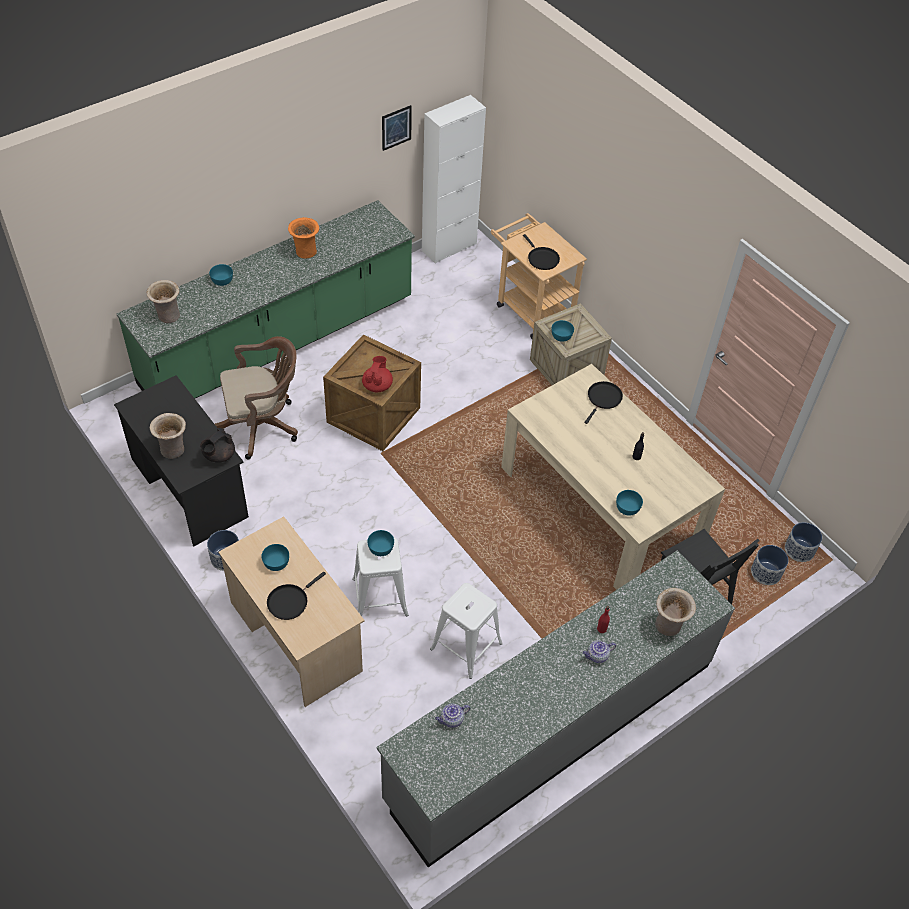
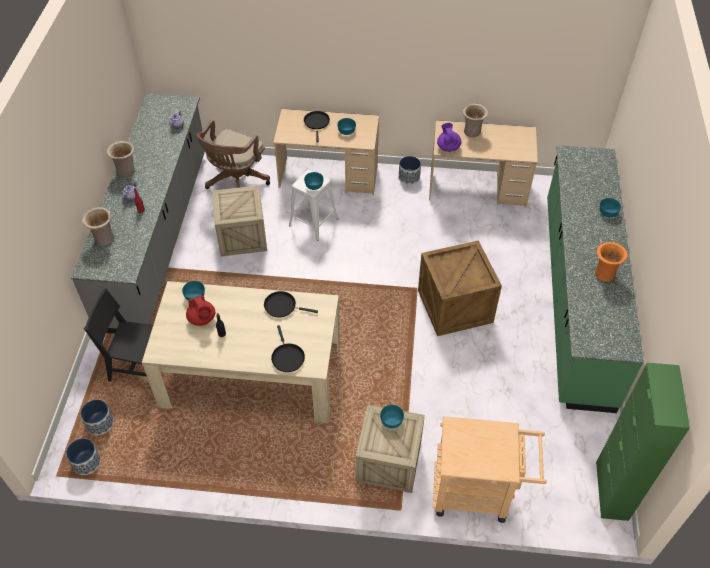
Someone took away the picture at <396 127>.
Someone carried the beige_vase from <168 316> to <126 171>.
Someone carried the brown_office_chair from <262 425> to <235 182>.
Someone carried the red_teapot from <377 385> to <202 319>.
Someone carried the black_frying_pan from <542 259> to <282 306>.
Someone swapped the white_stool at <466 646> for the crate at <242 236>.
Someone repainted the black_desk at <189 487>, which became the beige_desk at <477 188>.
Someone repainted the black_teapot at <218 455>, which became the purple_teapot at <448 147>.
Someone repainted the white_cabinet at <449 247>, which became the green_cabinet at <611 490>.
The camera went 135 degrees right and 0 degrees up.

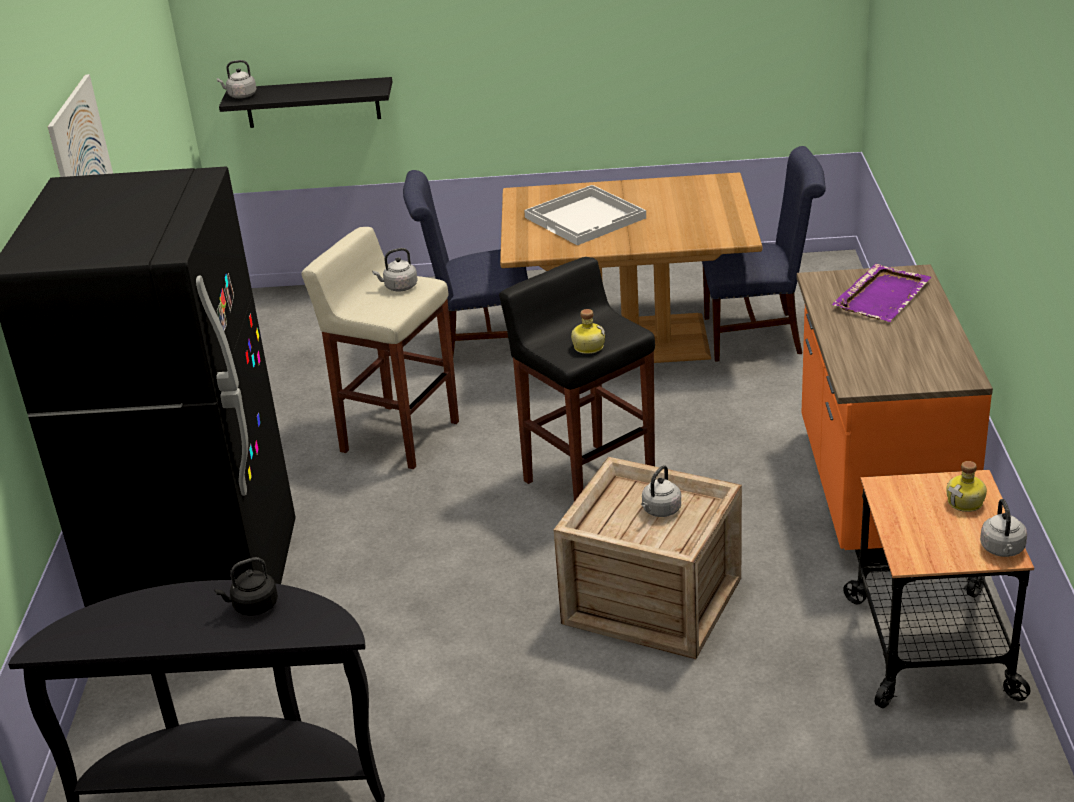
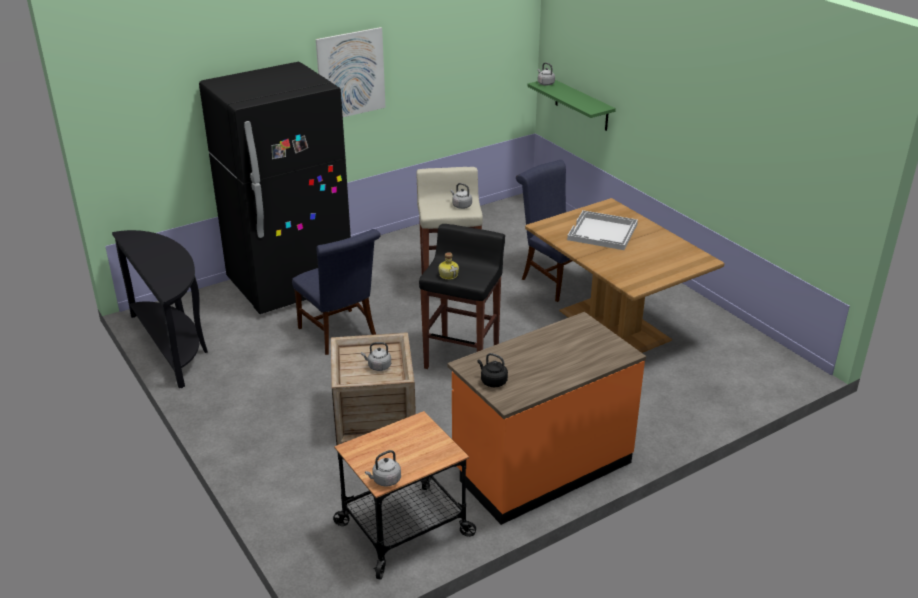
Someone took away the purple_tray at <882 295>.
Someone took away the bottle at <966 503>.
Someone carried the black_kettle from <253 606> to <492 381>.
Someone carried the blue_chair from <760 335> to <340 334>.
Someone repainted the black_shelf at <312 102>, which became the green_shelf at <581 105>.
The camera went 55 degrees right and 0 degrees up.

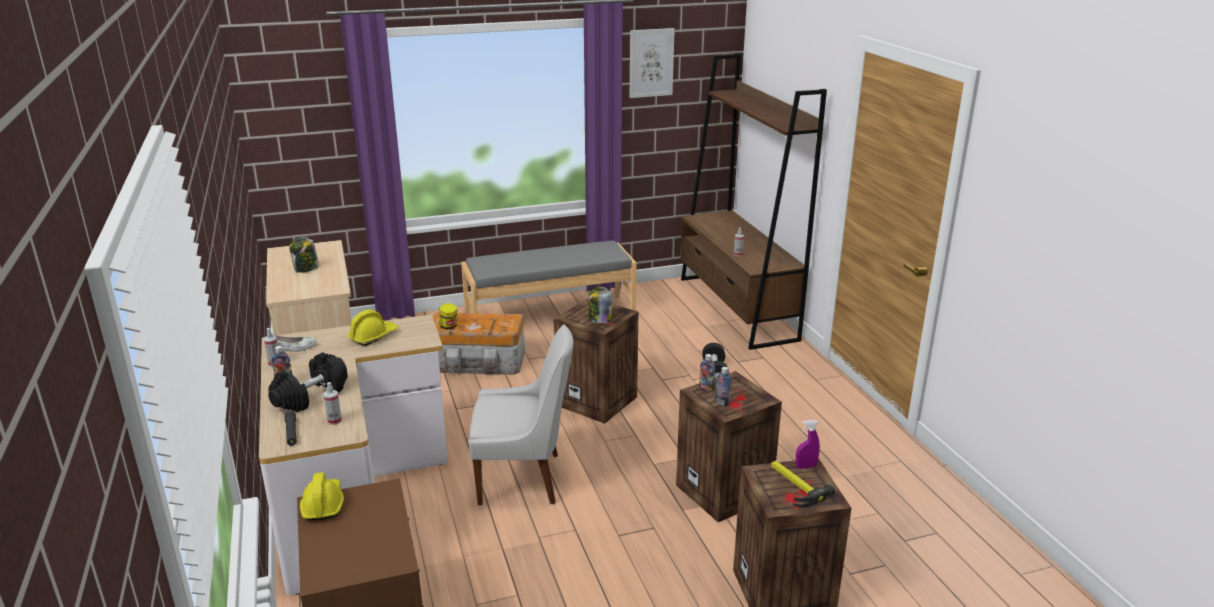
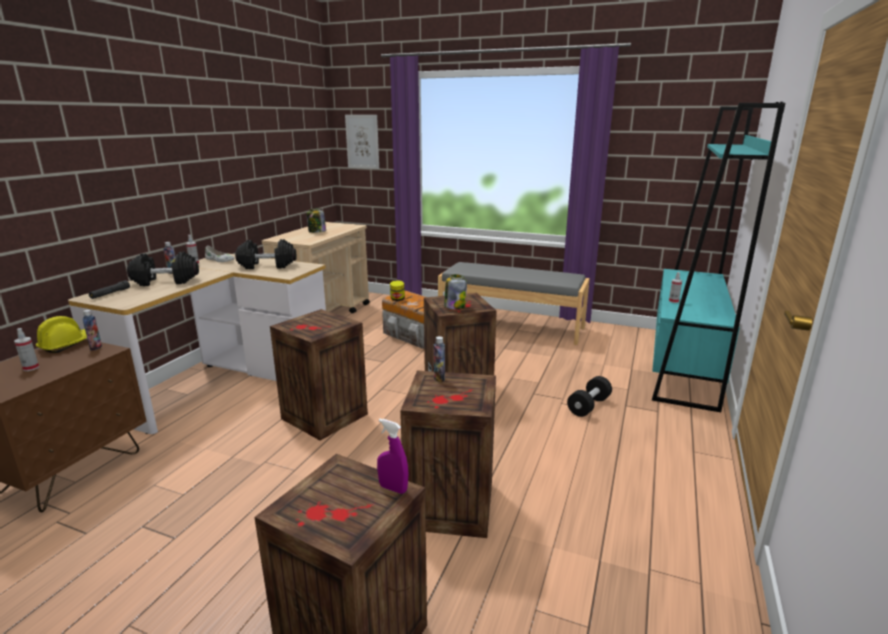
Someone took away the hammer at <793 486>.
Someone carried the spray_bottle from <334 421> to <31 368>.
Someone carried the picture from <651 63> to <362 142>.
Someone carried the bottle from <722 403> to <96 347>.
Someone swapped the yellow_hard_hat at <373 336> for the black_dumbbell at <267 265>.
Someone swapped the white_chair at <524 479> for the crate at <324 417>.
Someone repainted the brown_bookcase at <737 308>, which became the turquoise_bookcase at <683 366>.
The camera went 40 degrees right and 5 degrees down.

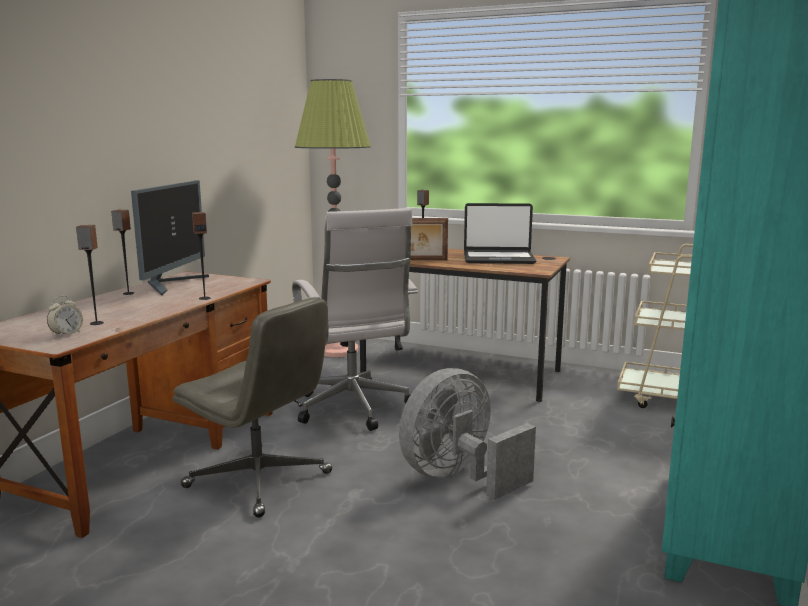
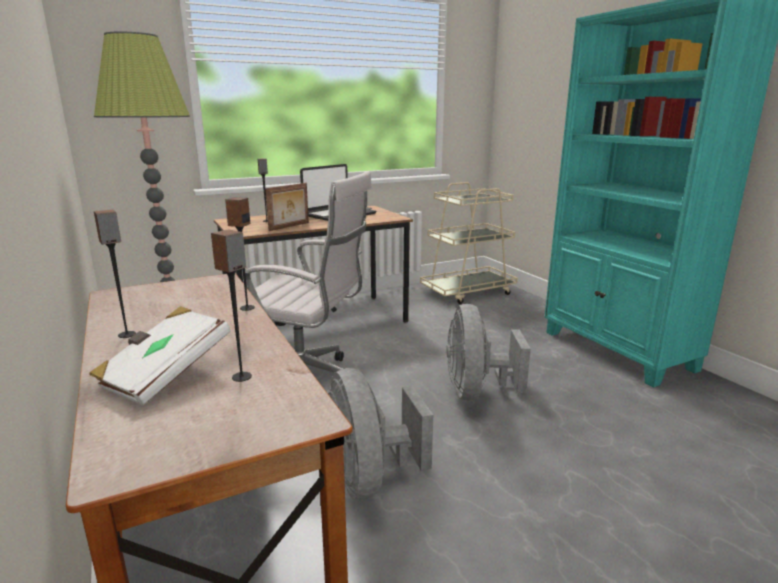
Someone took away the alarm_clock at <66 334>.
Someone took away the monitor at <172 284>.
Someone put down the white_book at <165 374>.
Someone swapped the grey_office_chair at <260 480> for the grey_fan at <370 478>.
The camera went 50 degrees left and 5 degrees up.

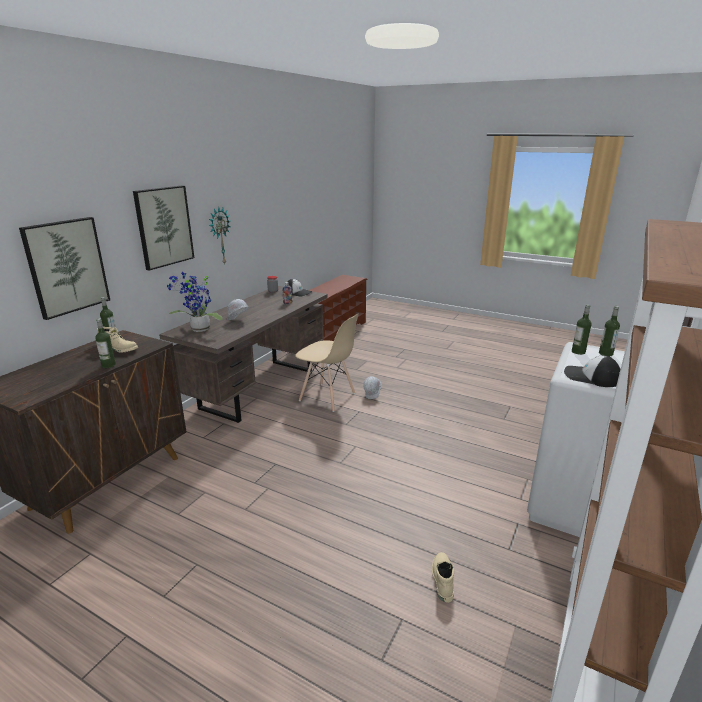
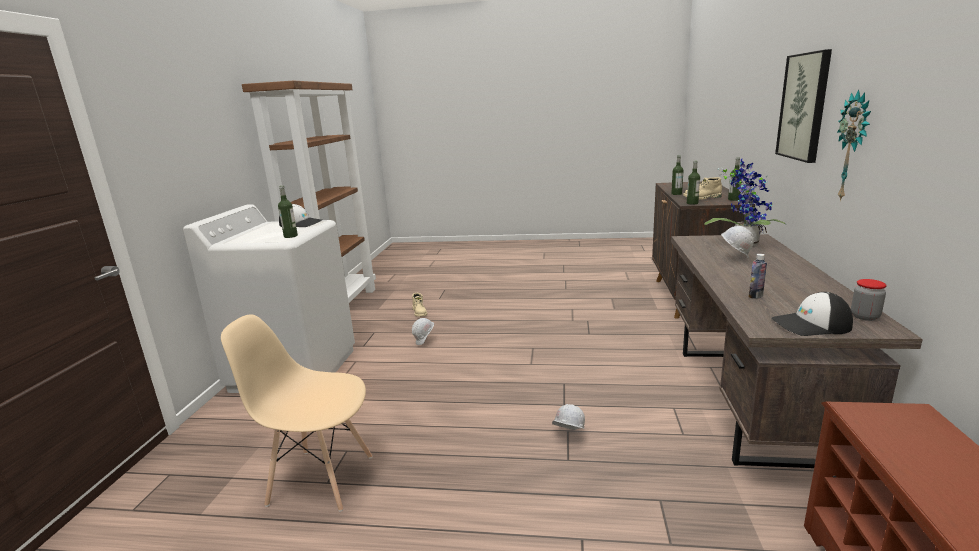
Someone took away the picture at <66 266>.
Someone put down the white_hard_hat at <425 342>.
Someone carried the beige_chair from <327 397> to <320 479>.
Someone carried the bottle from <605 353> to <692 203>.
The camera went 160 degrees right and 5 degrees down.

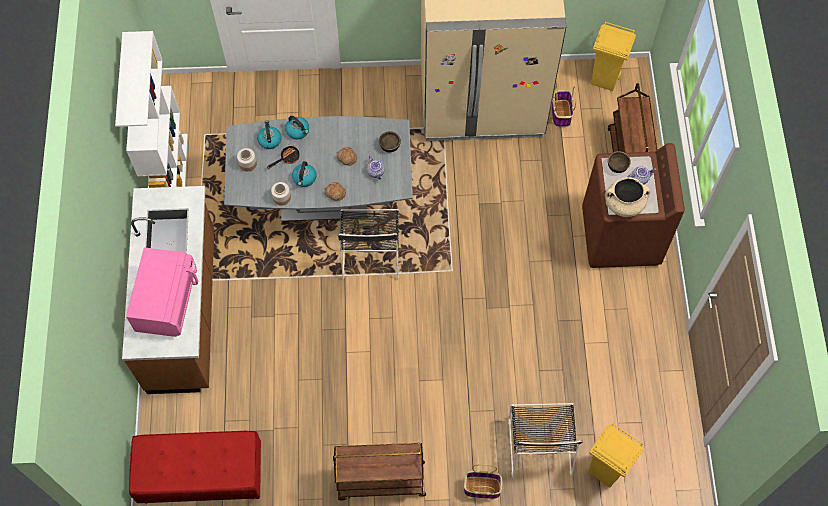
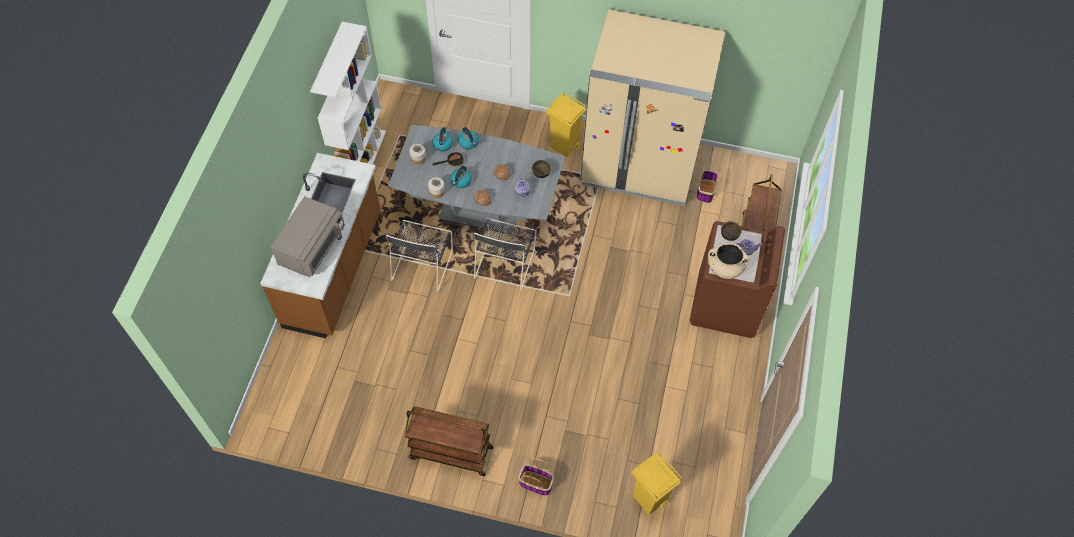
Someone took away the red_bench at <202 476>.
Someone carried the black_chair from <539 444> to <423 263>.
Someone carried the yellow_trash_can from <605 79> to <564 147>.
Someone repainted the pink_microwave at <167 301>, which became the grey_microwave at <313 248>.
The camera went 15 degrees right and 5 degrees down.

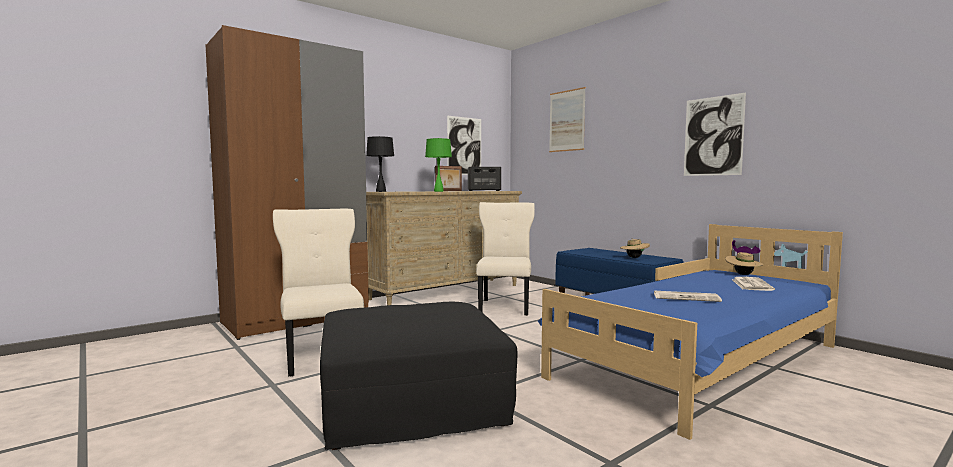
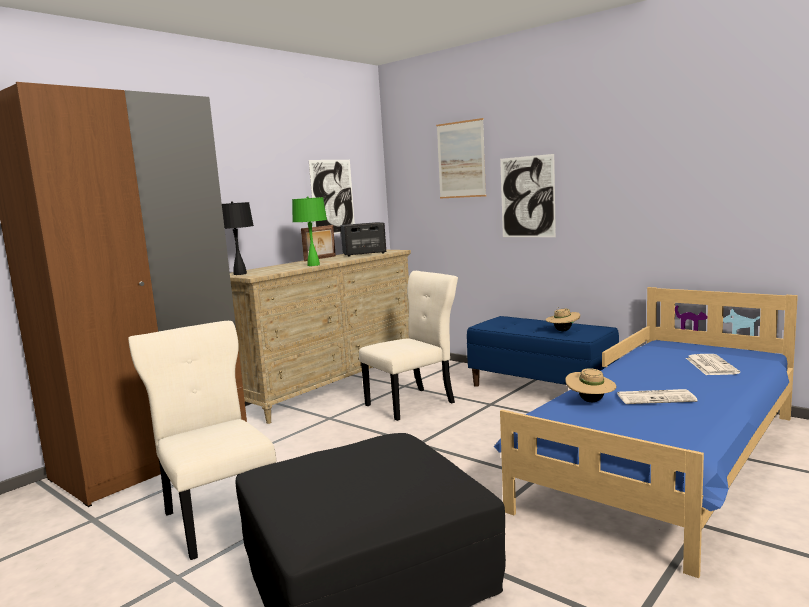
Someone carried the picture from <713 136> to <527 197>.
Someone carried the beige_hat from <743 274> to <590 401>.
Someone rotated the beige_chair at <505 306> by 60 degrees clockwise.
The camera went 10 degrees left and 5 degrees up.

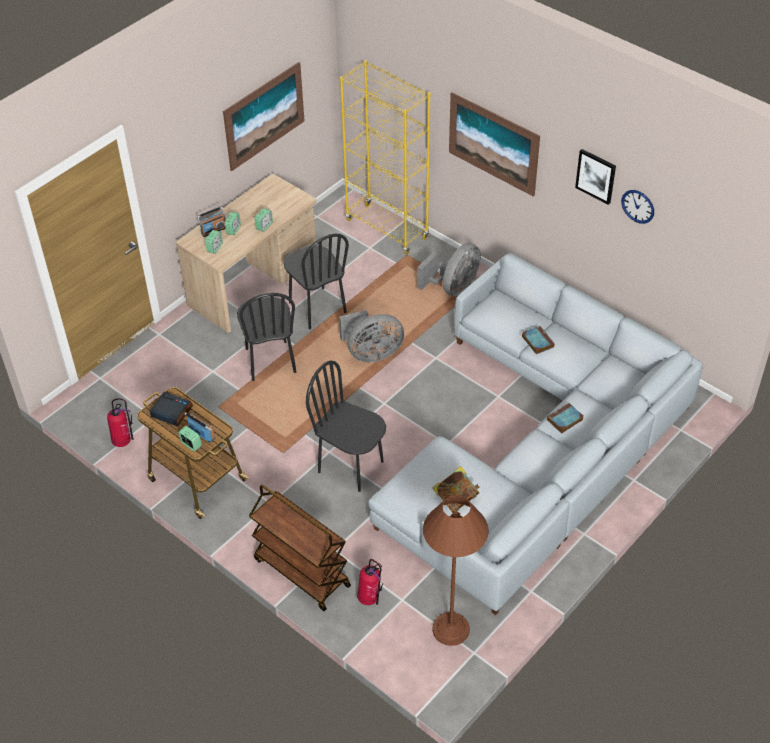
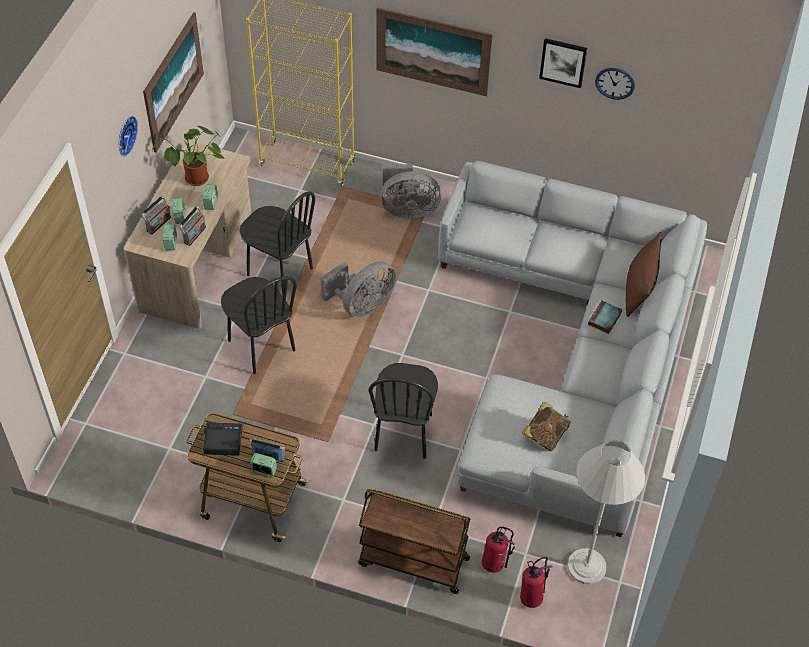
Someone took away the book at <537 341>.
Someone put up the wall_clock at <125 135>.
Someone put down the potted_plant at <195 180>.
Someone put down the radio at <194 234>.
Someone put down the brown_pillow at <639 286>.
Someone carried the fire_extinguisher from <123 441> to <531 597>.
Someone repainted the brown_floor_lamp at <451 629>, which became the white_floor_lamp at <586 566>.
Someone rotated the black_chair at <351 466> by 90 degrees counterclockwise.
Someone rotated the grey_fan at <453 288> by 75 degrees clockwise.
The camera went 25 degrees left and 5 degrees up.

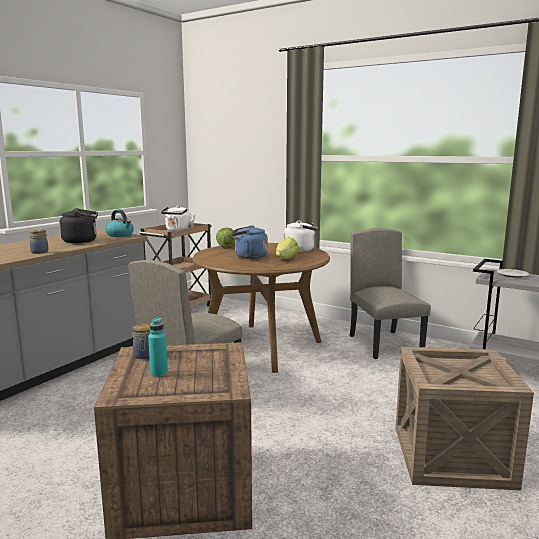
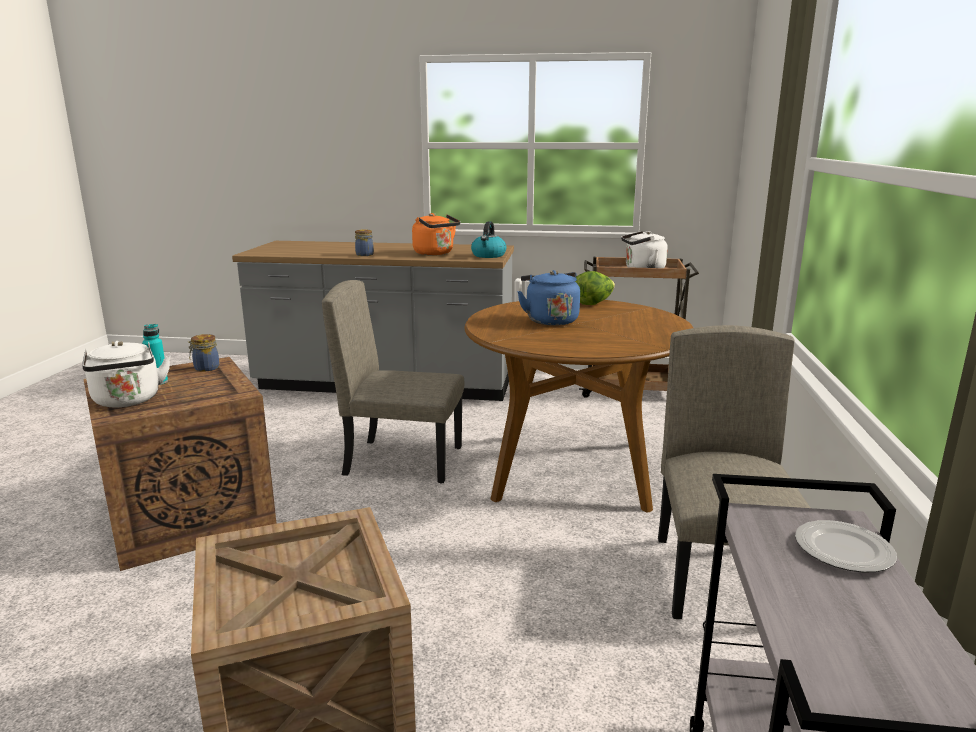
Someone took away the lettuce at <286 259>.
Someone carried the white_kettle from <301 250> to <128 401>.
Someone repainted the black_kettle at <82 241>, which became the orange_kettle at <435 253>.
Someone rotated the beige_chair at <385 344> by 45 degrees counterclockwise.
The camera went 65 degrees right and 5 degrees up.

